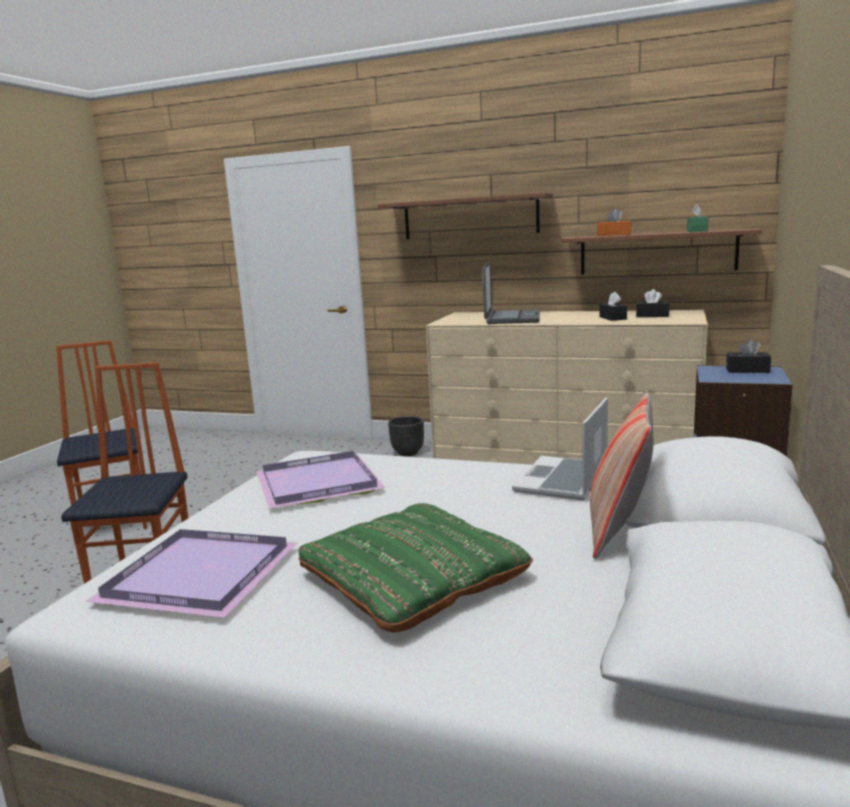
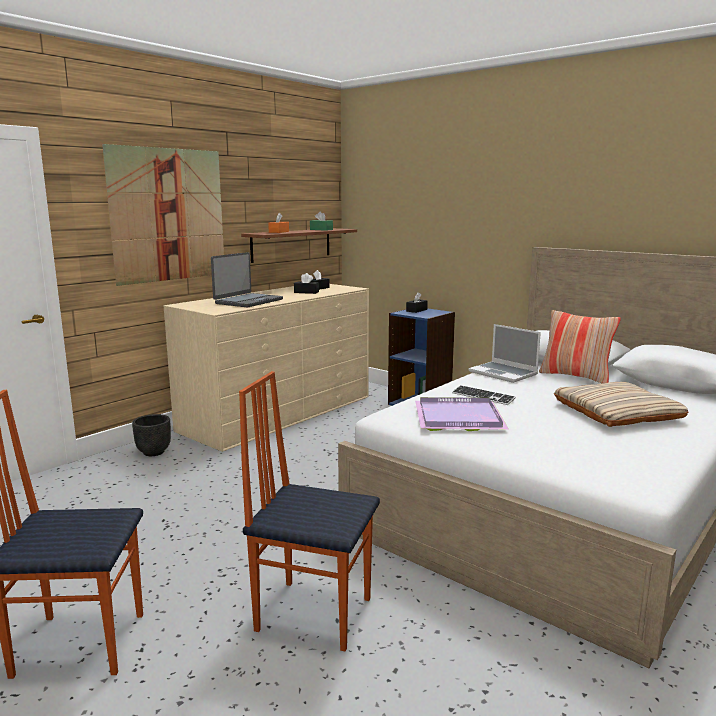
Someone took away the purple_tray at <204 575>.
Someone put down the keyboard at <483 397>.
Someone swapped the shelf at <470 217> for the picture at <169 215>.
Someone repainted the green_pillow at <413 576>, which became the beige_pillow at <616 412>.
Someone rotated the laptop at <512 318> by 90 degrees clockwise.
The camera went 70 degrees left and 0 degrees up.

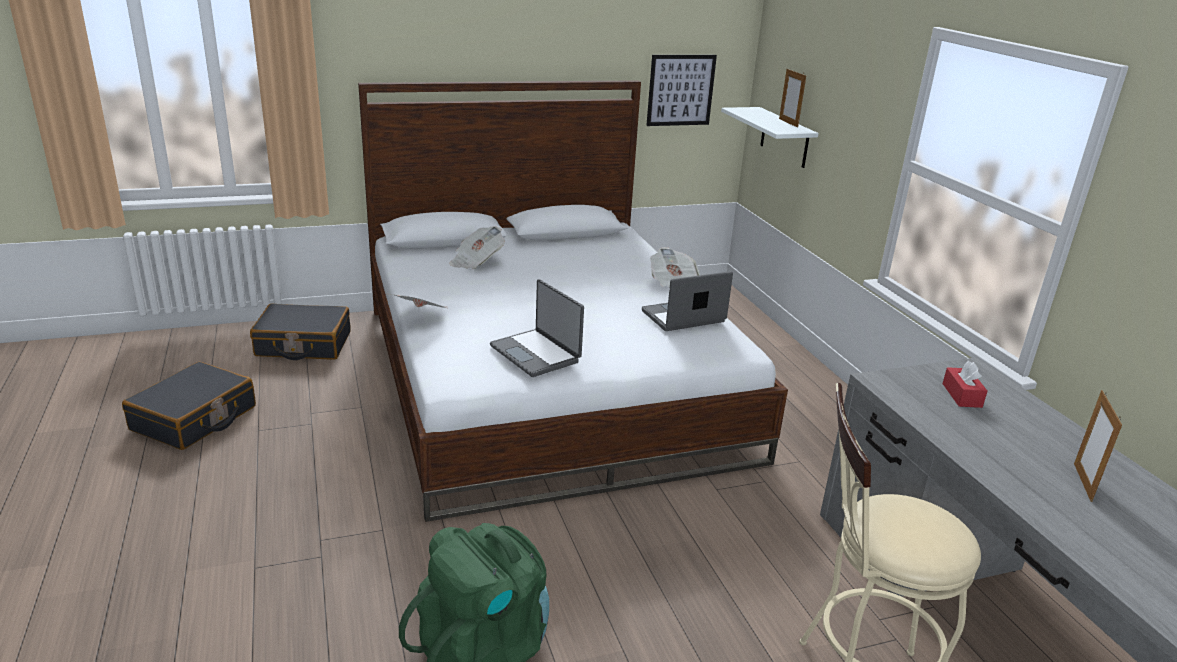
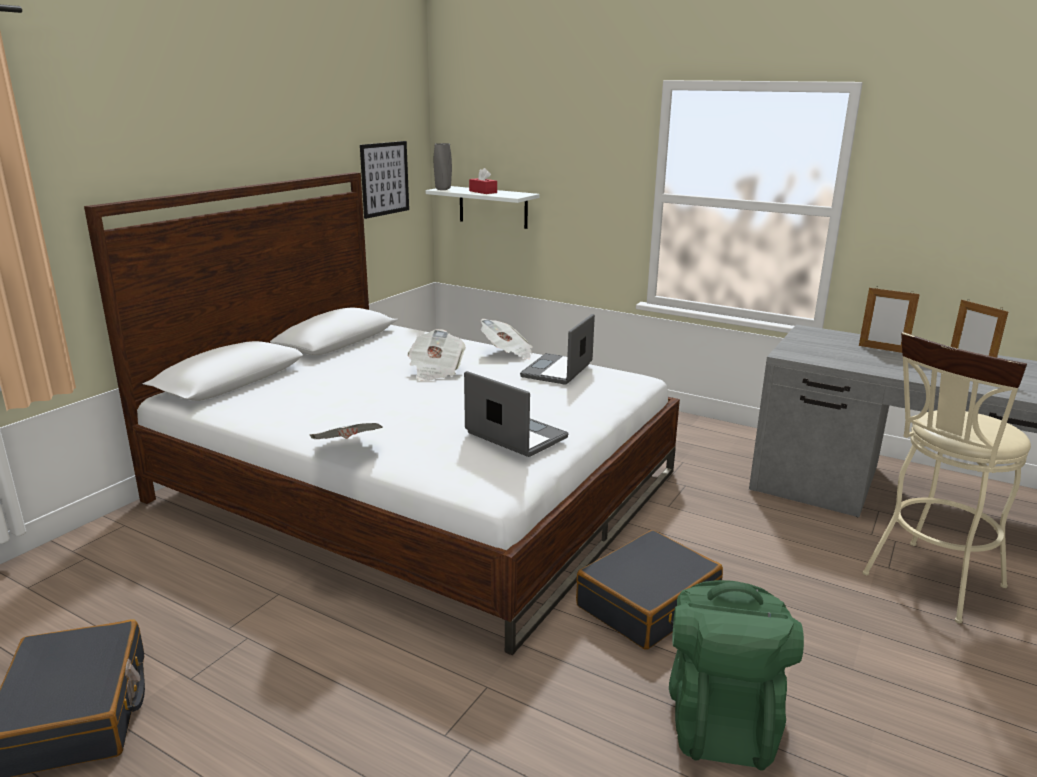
Someone put down the grey_vase at <443 189>.
Someone carried the black_suitcase from <303 344> to <648 604>.
Someone carried the newspaper from <476 262> to <435 371>.
Someone carried the picture_frame from <788 123> to <882 349>.
Someone carried the red_tissue_box from <961 395> to <483 192>.
Someone rotated the laptop at <536 353> by 150 degrees counterclockwise.
The camera went 40 degrees left and 5 degrees down.

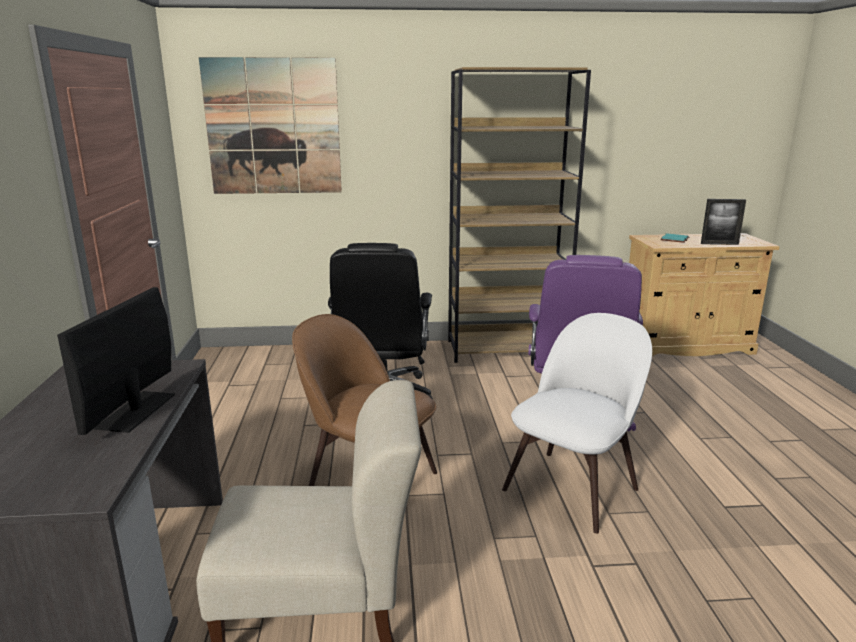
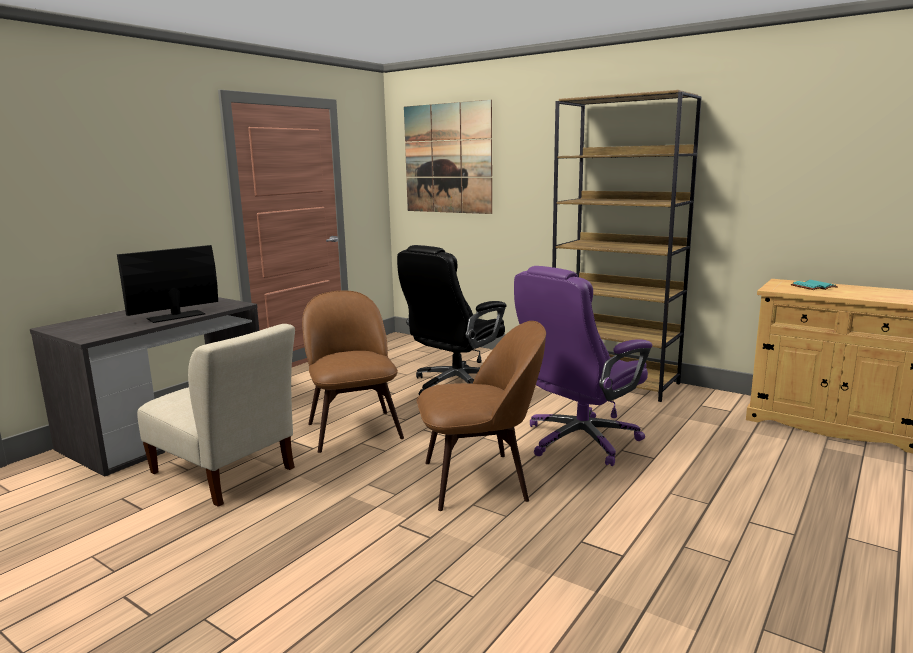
Someone took away the picture_frame at <719 244>.
Someone repainted the white_chair at <573 486>, which became the brown_chair at <480 480>.
The camera went 40 degrees right and 5 degrees down.

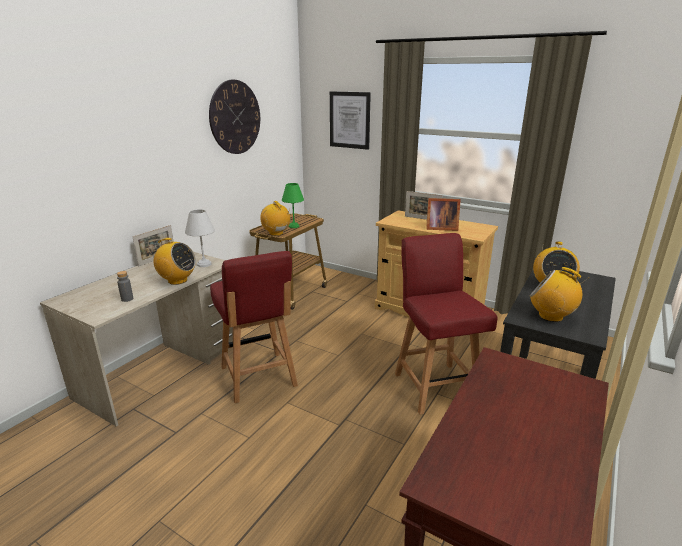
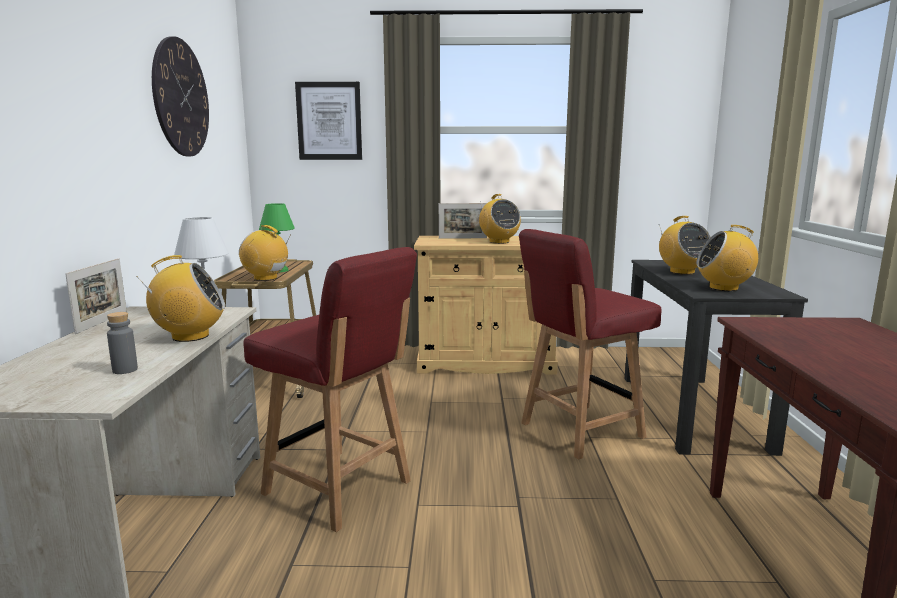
Someone swapped the picture_frame at <440 228> for the radio at <499 242>.
Someone rotated the red_chair at <435 386> by 75 degrees counterclockwise.
The camera went 30 degrees left and 10 degrees down.

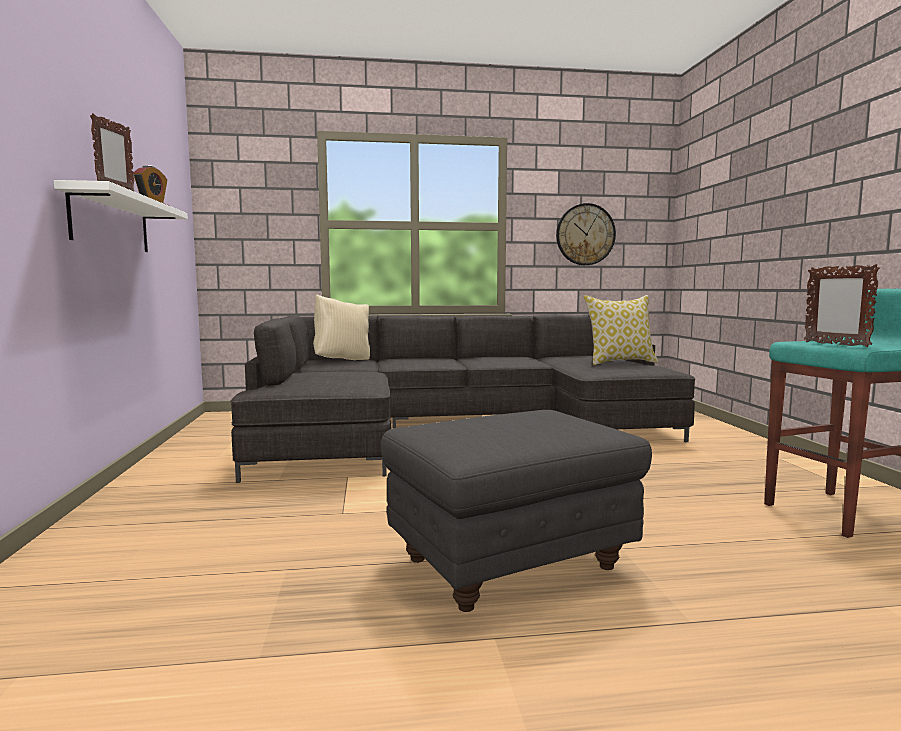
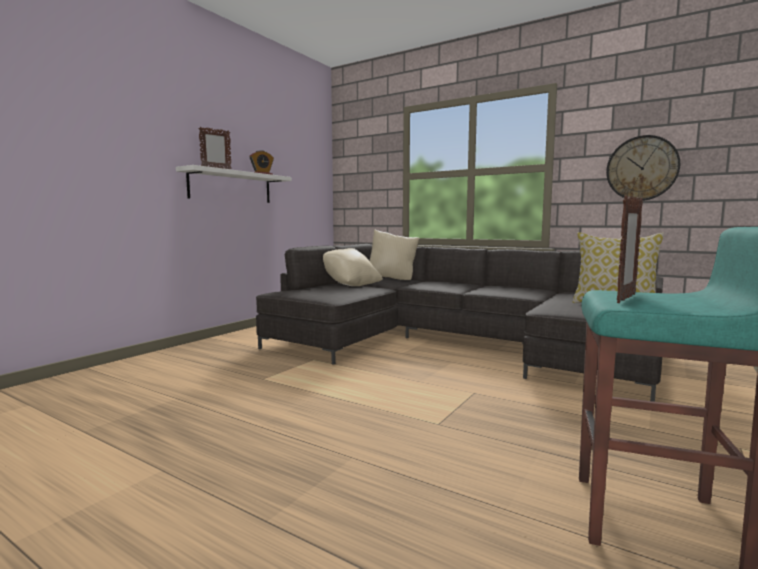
Someone took away the grey_ottoman at <510 565>.
Someone put down the beige_pillow at <350 285>.
Someone rotated the picture_frame at <835 344> by 150 degrees counterclockwise.
The camera went 40 degrees right and 0 degrees up.

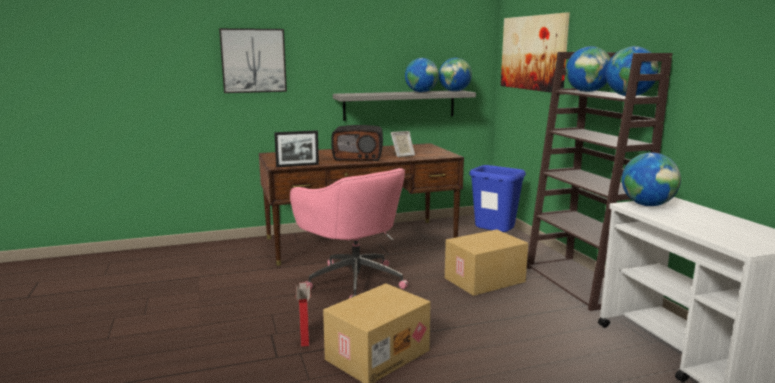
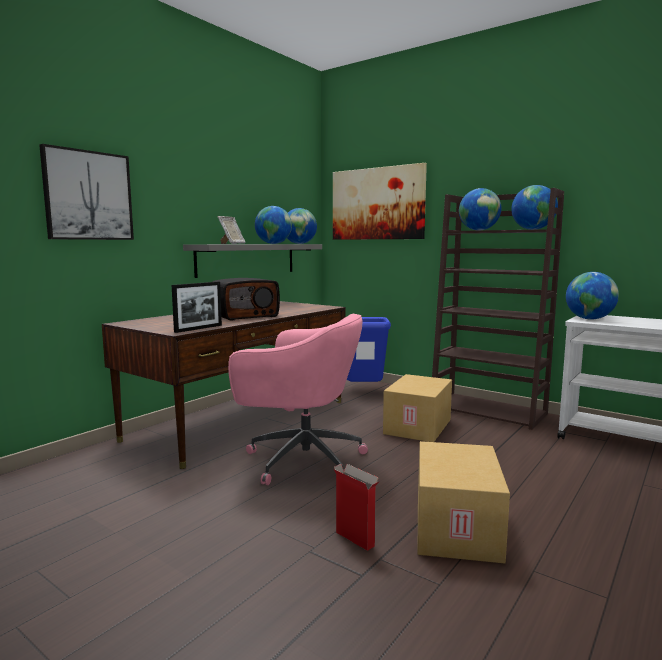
Someone carried the picture_frame from <402 156> to <232 244>.
The camera went 35 degrees left and 5 degrees down.

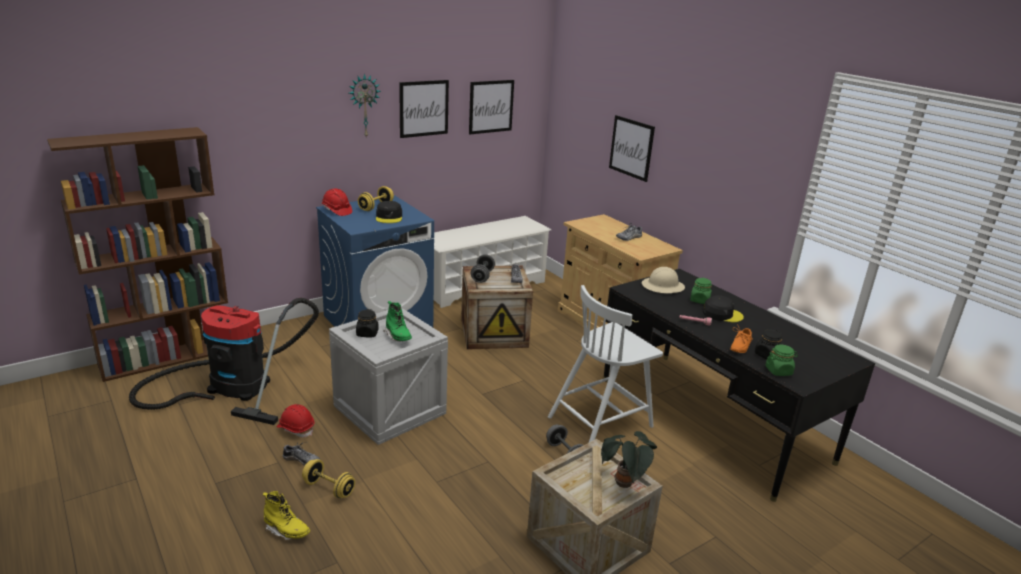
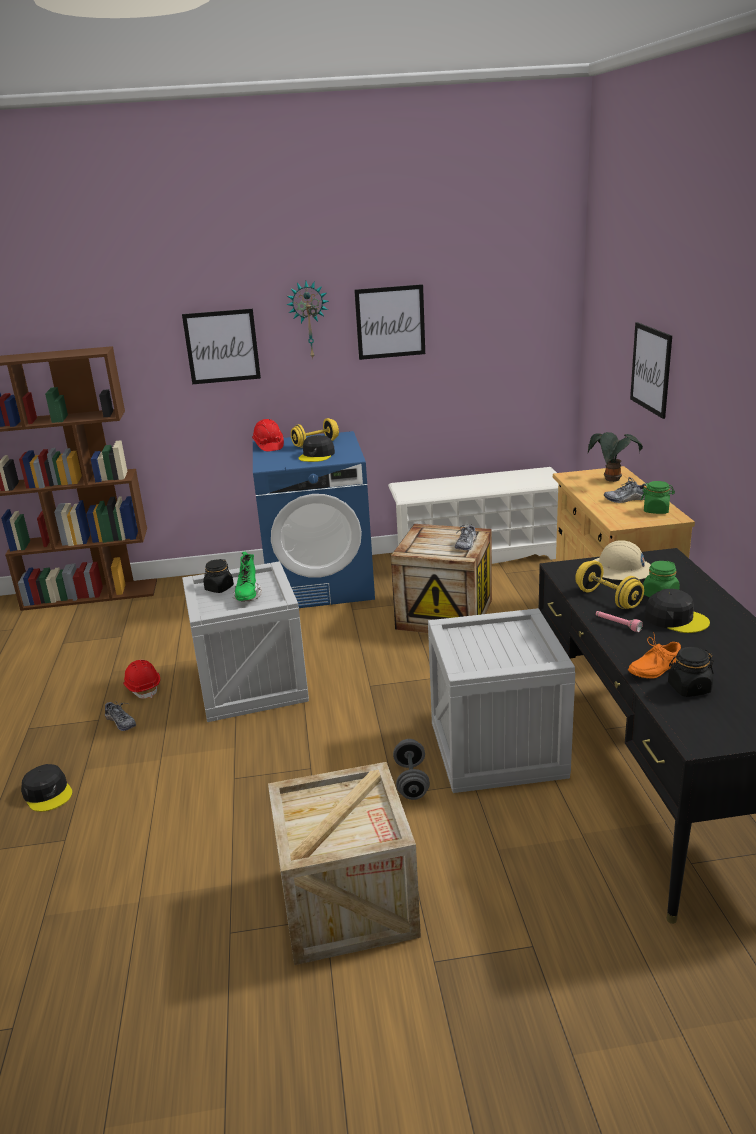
Someone took away the vacuum_cleaner at <232 386>.
Someone took away the grey_dumbbell at <482 276>.
Someone carried the yellow_dumbbell from <329 488> to <608 599>.
Someone carried the picture from <491 106> to <222 346>.
Someone carried the potted_plant from <624 484> to <612 480>.
Someone carried the green_jar from <778 371> to <656 510>.
Someone swapped the yellow_boot at <286 530> for the black_cap at <48 793>.
Someone swapped the white_chair at <601 421> for the crate at <495 748>.
The camera went 30 degrees right and 0 degrees up.

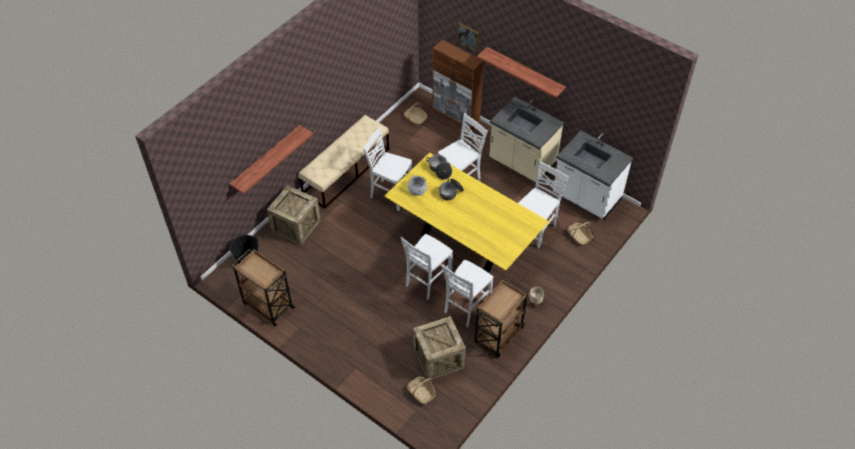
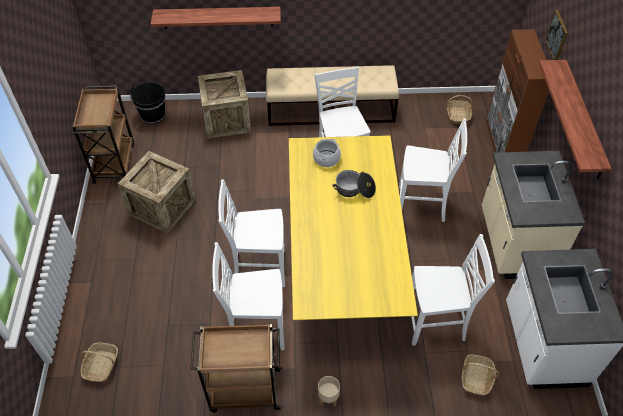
Someone took away the cooking_pot at <439 170>.
Someone carried the crate from <438 358> to <162 207>.
The camera went 50 degrees right and 0 degrees up.

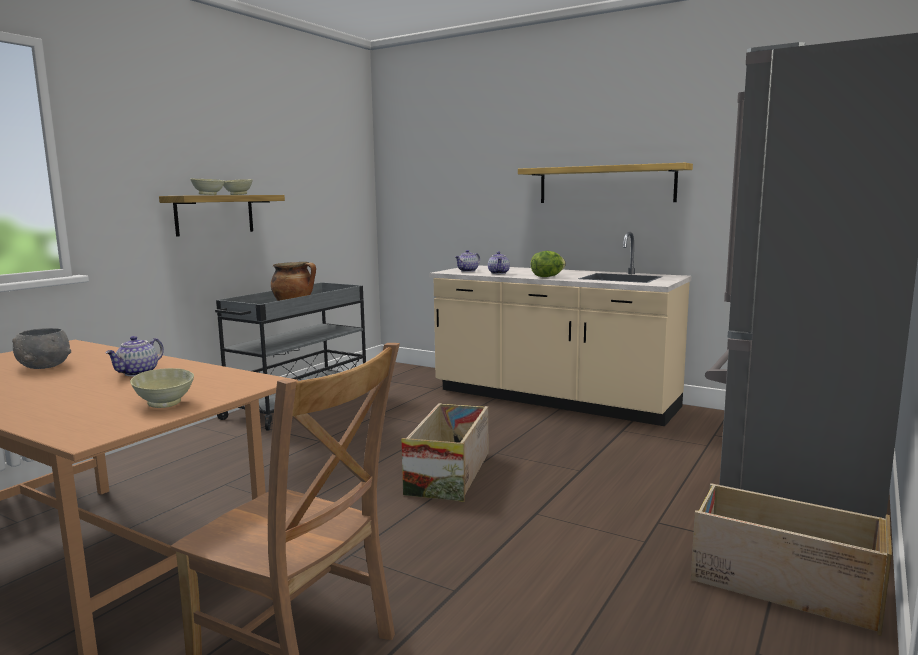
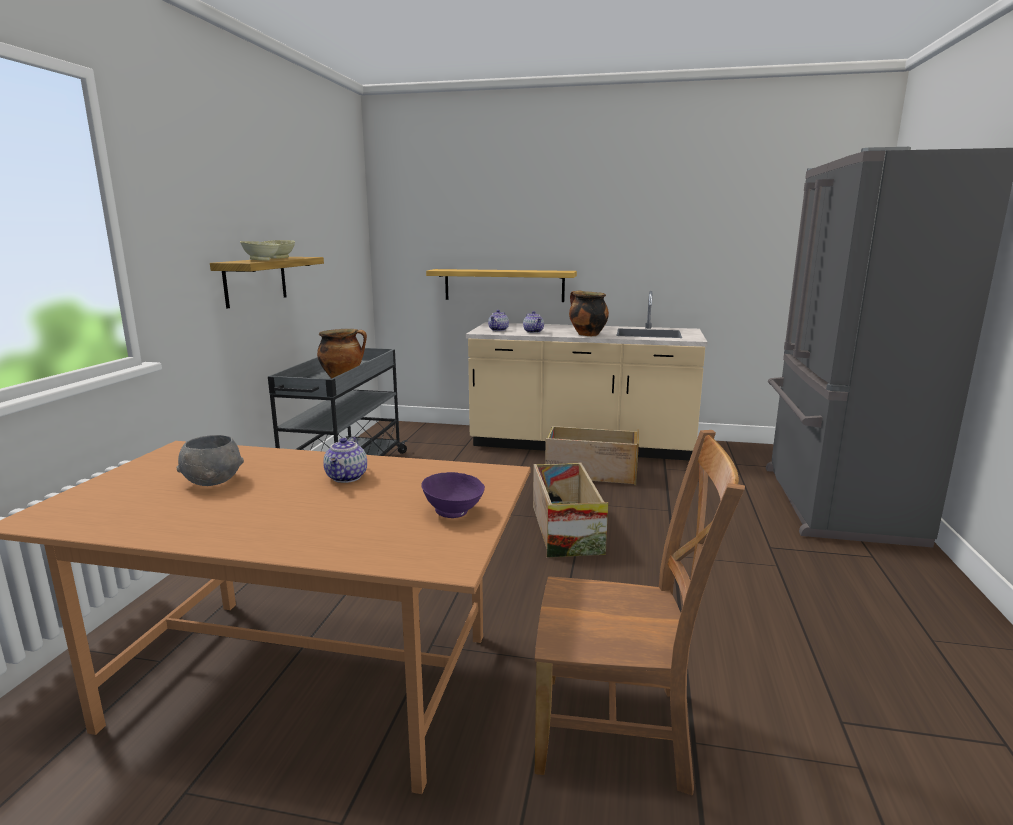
Someone carried the shelf from <605 184> to <504 285>.
Someone carried the crate from <782 585> to <590 473>.
Someone swapped the lettuce at <547 277> for the cooking_pot at <586 334>.
Someone repainted the beige_bowl at <164 404>, which became the purple_bowl at <453 512>.
The camera went 20 degrees left and 5 degrees up.

